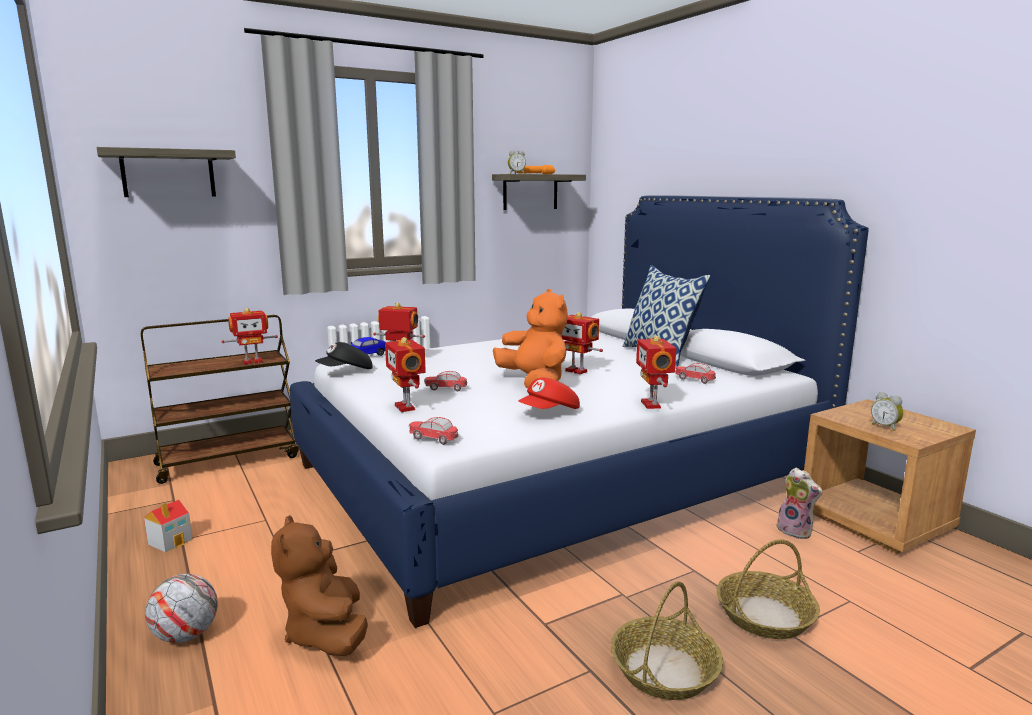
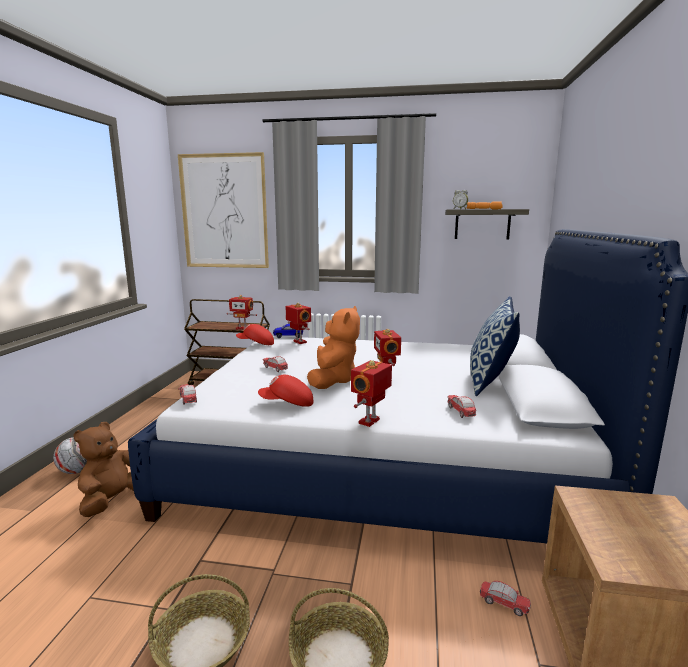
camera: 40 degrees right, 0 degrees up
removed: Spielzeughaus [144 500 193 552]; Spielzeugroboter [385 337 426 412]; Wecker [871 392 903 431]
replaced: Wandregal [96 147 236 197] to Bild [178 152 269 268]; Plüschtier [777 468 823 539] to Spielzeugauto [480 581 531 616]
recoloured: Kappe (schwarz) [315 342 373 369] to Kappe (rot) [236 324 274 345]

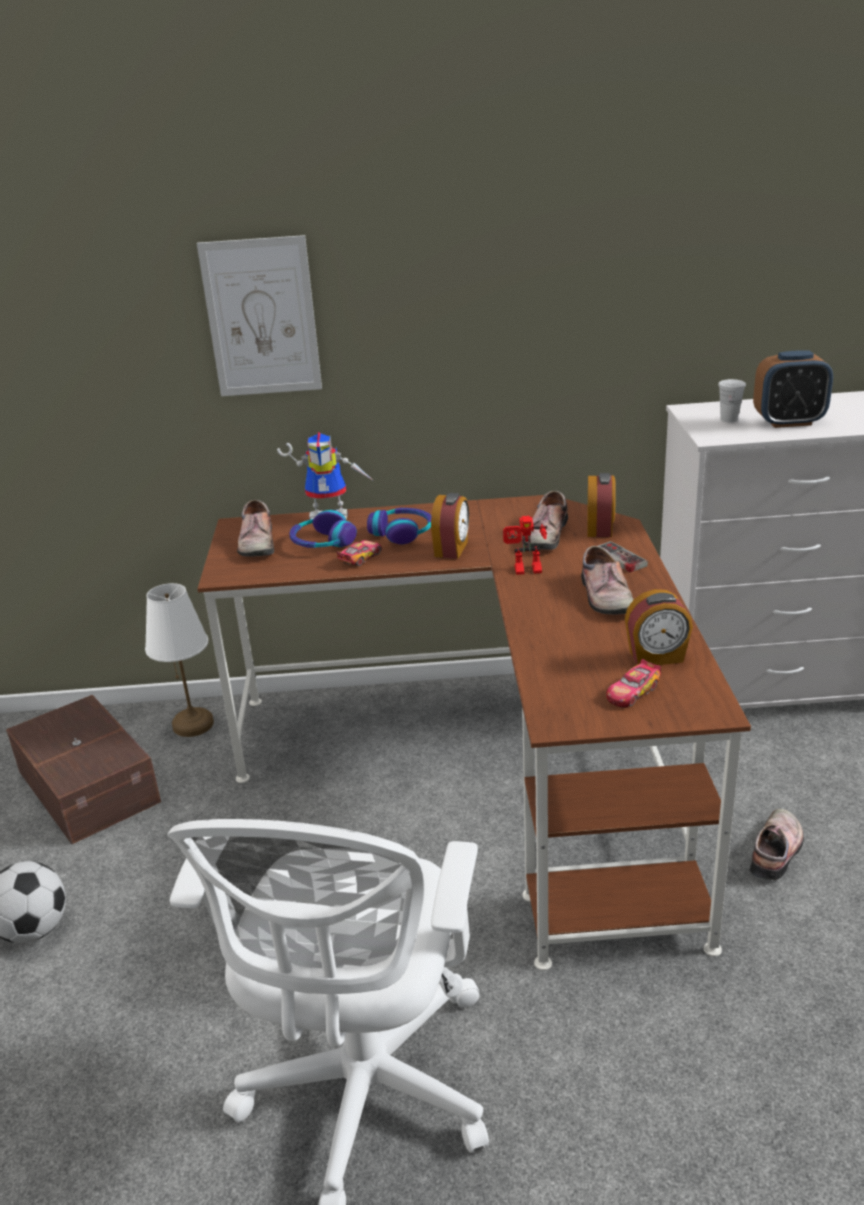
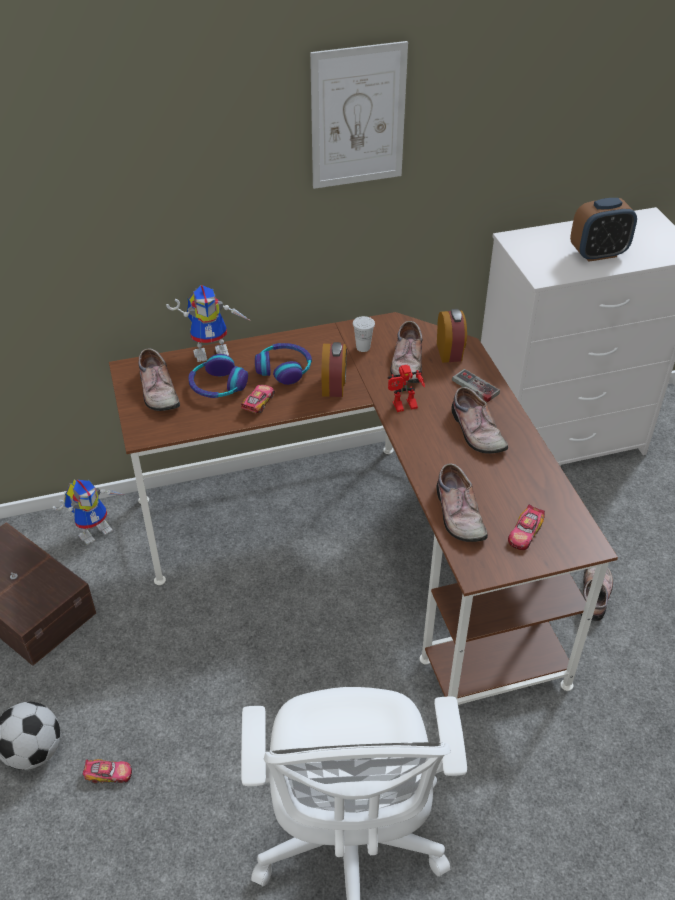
camera: 15 degrees left, 15 degrees up
removed: Wecker [625 589 693 665]
added: Spielzeugauto [82 759 132 783]; Schuh [437 464 488 542]
moved: Bild [197 235 322 396] to [310 41 408 189]; Tasse (weiß) [718 379 746 422] to [353 316 375 352]
replaced: Tischlampe (weiß) [145 583 214 737] to Spielzeugroboter [52 480 124 545]

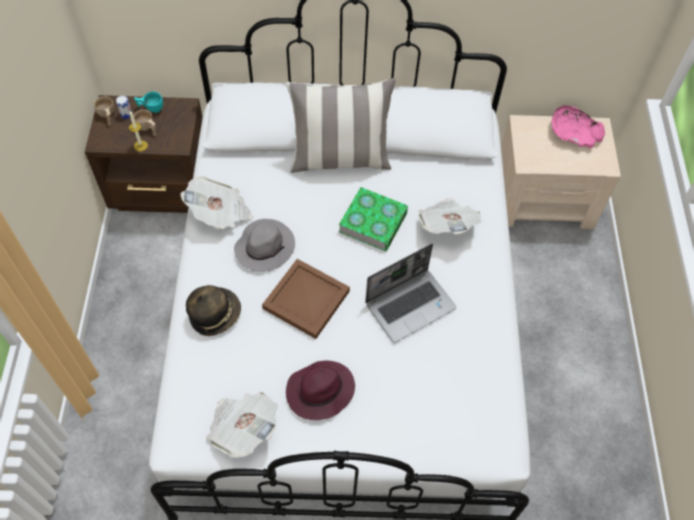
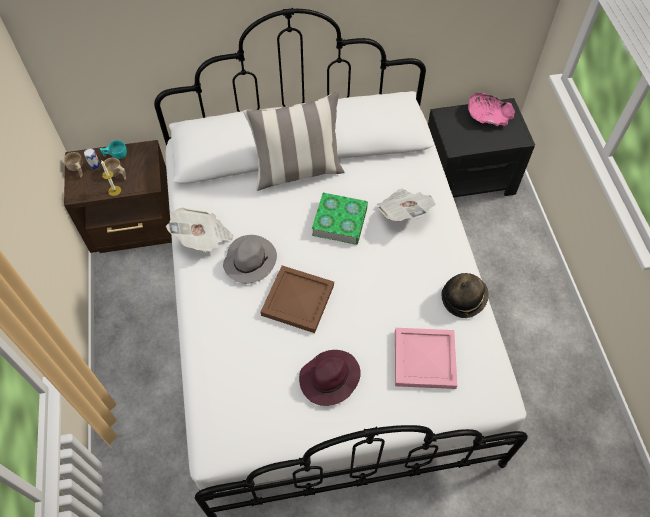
camera: 10 degrees left, 0 degrees up
removed: Zeitung [206 393 278 458]; Laptop [365 244 456 343]
added: Tablett (rosa) [395 328 457 389]
moved: Hut [186 285 241 336] to [442 273 489 318]
recoloured: Nachttisch (beige) [501 115 621 229] to Nachttisch (schwarz) [428 98 535 198]

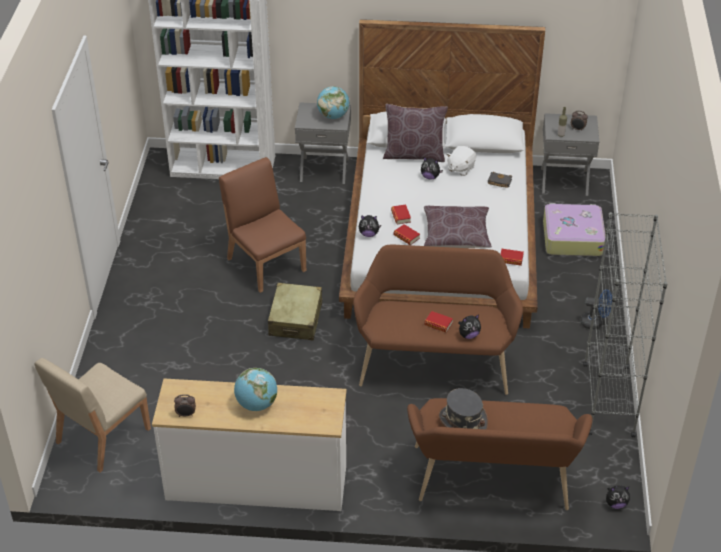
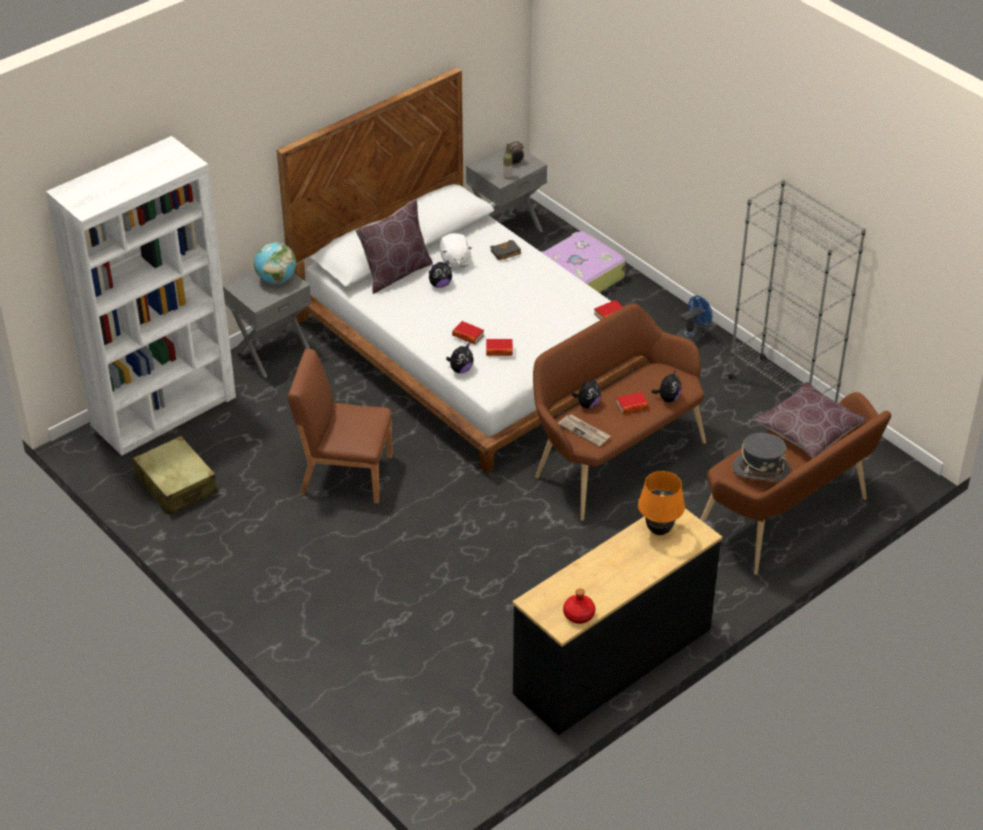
camera: 45 degrees left, 0 degrees up
removed: Stuhl (beige) [35 358 151 472]; Globus [234 368 277 411]
added: Zeitung [558 414 611 447]; Tischlampe (orange) [638 471 685 535]
moved: Koffer (beige) [268 283 322 341] to [133 436 217 515]; Kissen (braun) [424 206 492 248] to [754 382 866 459]; Plüschtier [606 485 630 509] to [572 377 601 408]
replaced: Wecker [174 394 196 417] to Flasche (rot) [563 589 595 624]
recoloured: Kommode (weiß) [152 379 346 511] to Kommode (schwarz) [512 508 722 735]

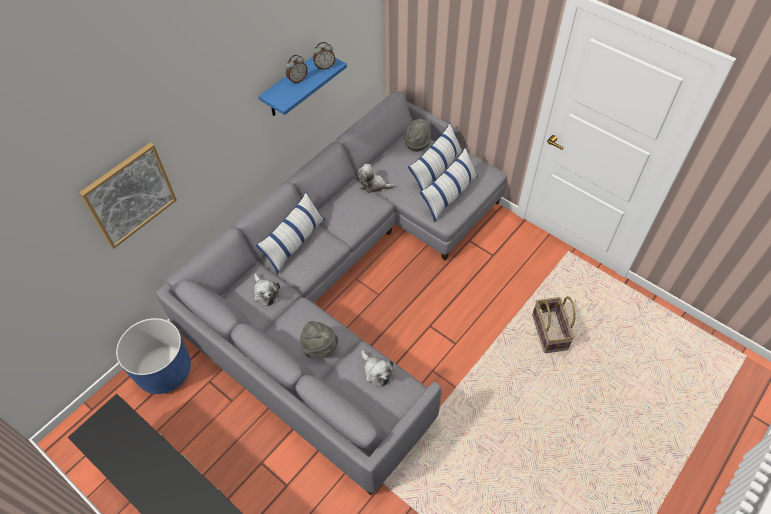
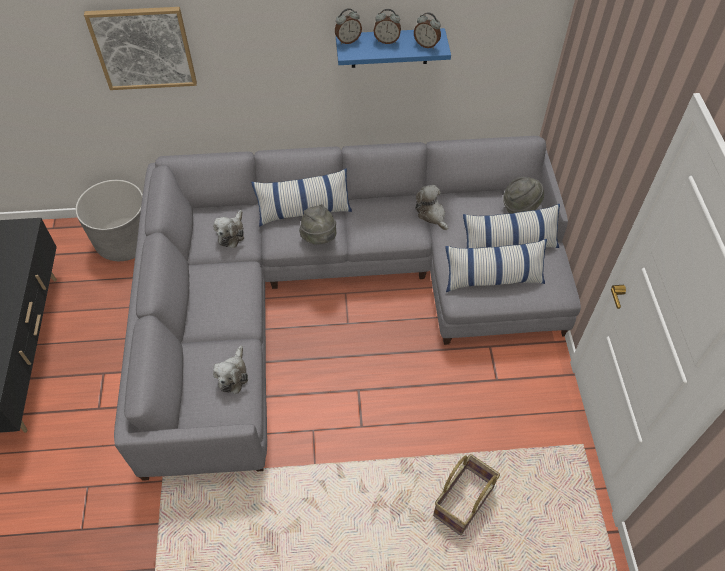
camera: 45 degrees right, 0 degrees up
added: Wecker [335 8 362 44]
moved: Hut (grau) [300 321 338 358] to [299 204 336 245]
recoloured: Pflanzkübel (blau) [116 318 191 394] to Pflanzkübel (grau) [75 180 143 261]

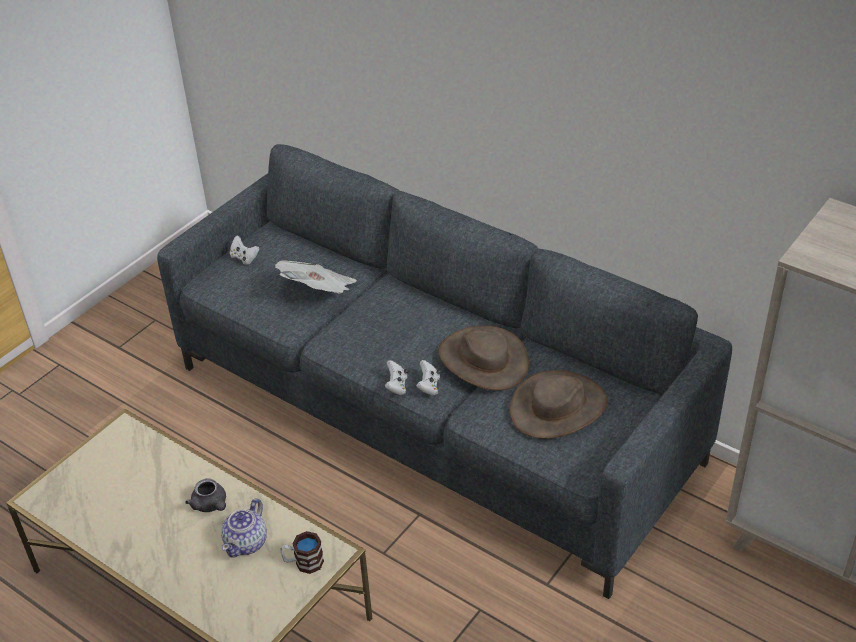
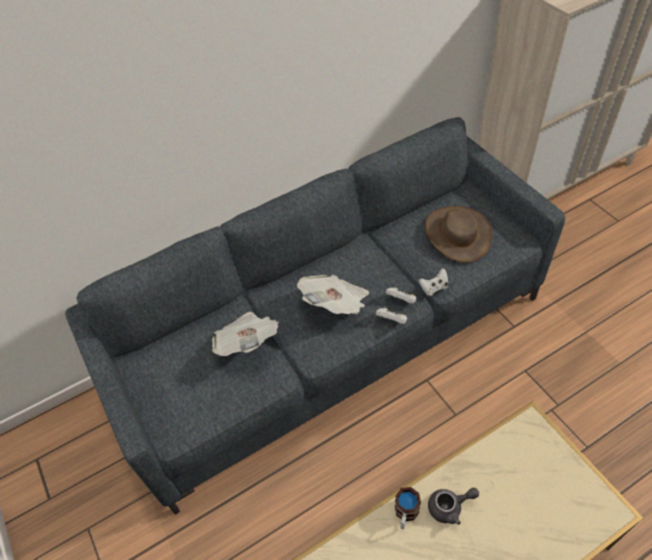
camera: 65 degrees left, 10 degrees up
removed: Teekanne [221 498 267 558]; Hut (braun) [438 325 529 390]
added: Zeitung [297 275 369 314]
moved: Gamepad (weiß) [230 235 260 265] to [419 268 448 296]; Henkelbecher [280 531 324 574] to [395 487 421 529]

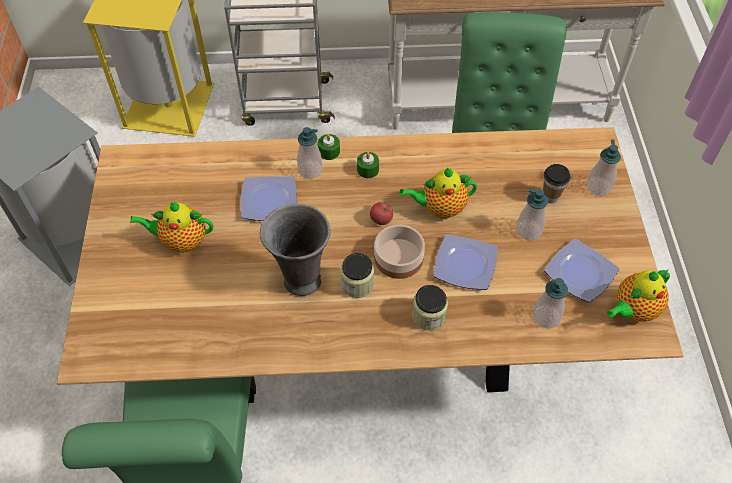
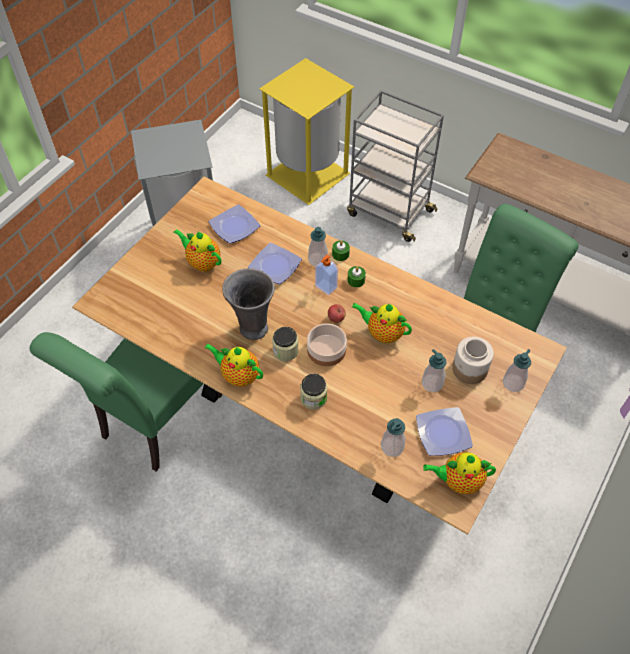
camera: 35 degrees right, 0 degrees up
added: Teekanne [204 343 263 386]; Seifenspender [315 255 338 295]
moved: Teller [434 234 498 290] to [209 204 261 244]
replaced: Tasse [543 164 570 204] to Vorratsglas [452 337 494 384]

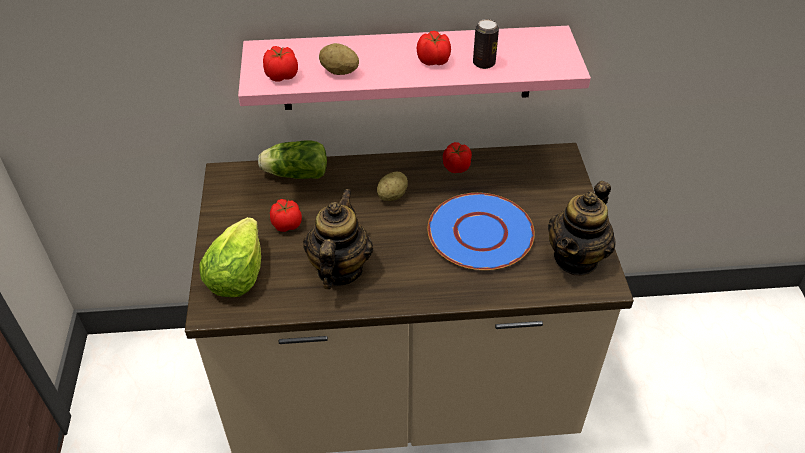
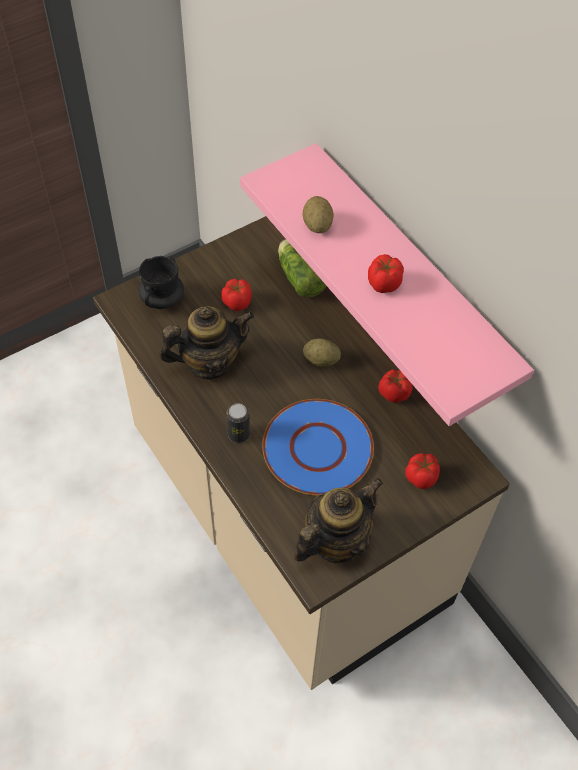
camera: 60 degrees right, 10 degrees up
moved: Tomate [263 46 298 81] to [405 453 440 489]; Dose [473 19 499 69] to [227 403 250 443]
replaced: Salatkopf [199 217 261 297] to Henkelbecher (schwarz) [139 256 184 309]
turned: Teekanne [548 181 616 276] = [294 478 383 563] 135 degrees clockwise

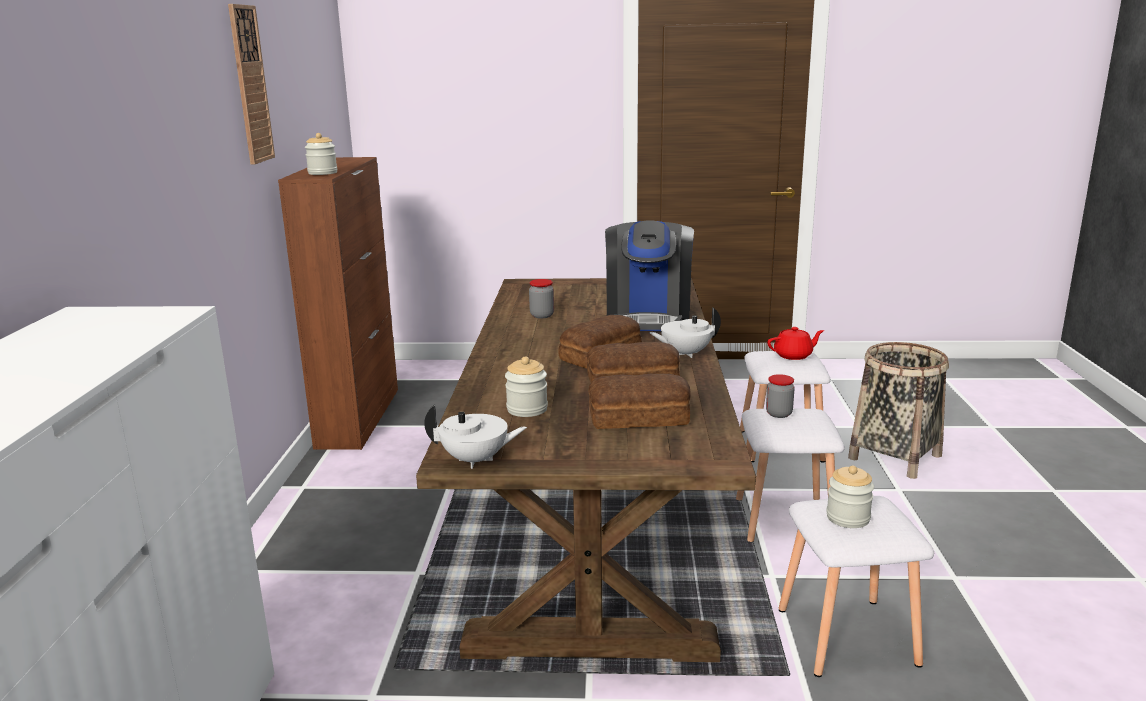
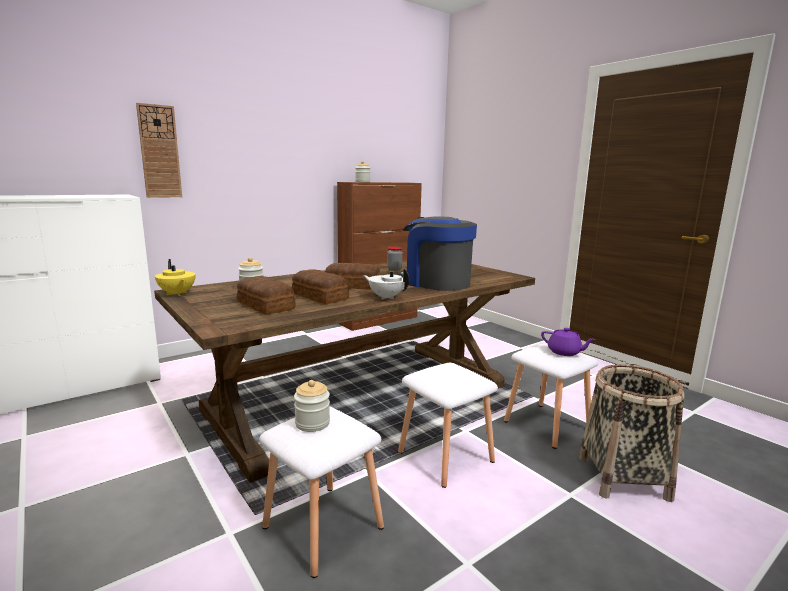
camera: 50 degrees right, 5 degrees down
removed: Vorratsglas [766 374 795 418]
moved: Wanduhr [228 4 275 165] to [136 103 182 198]
recoloured: Teekanne (weiß) [424 405 527 469] to Teekanne (gelb) [155 259 196 296]; Teekanne (rot) [767 327 824 360] to Teekanne (lila) [541 328 596 356]
turned: Kaffeemaschine [605 220 694 331] = [397 216 477 291] 75 degrees clockwise

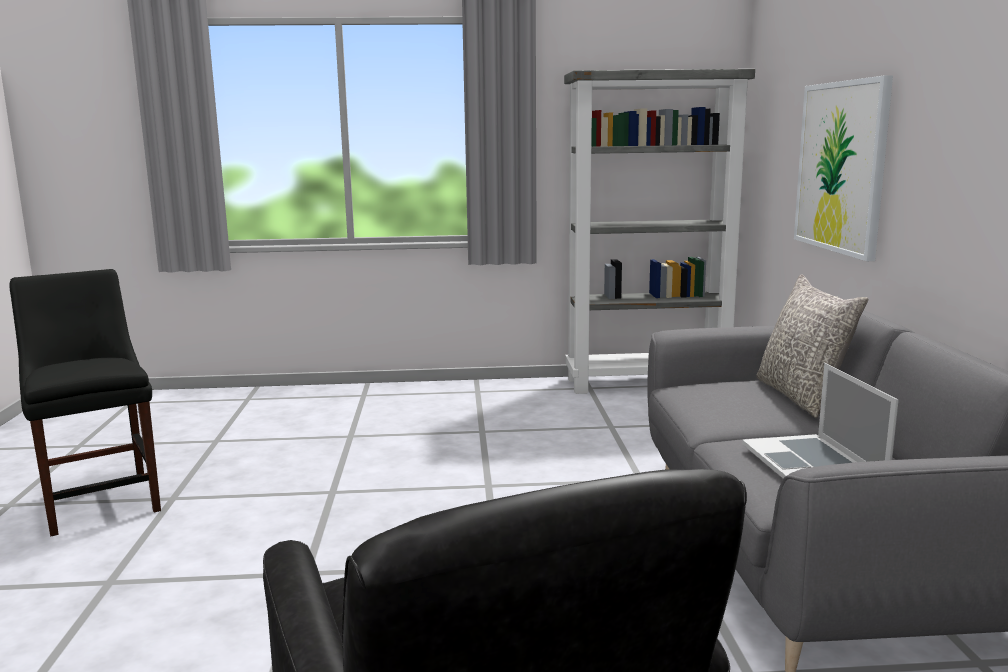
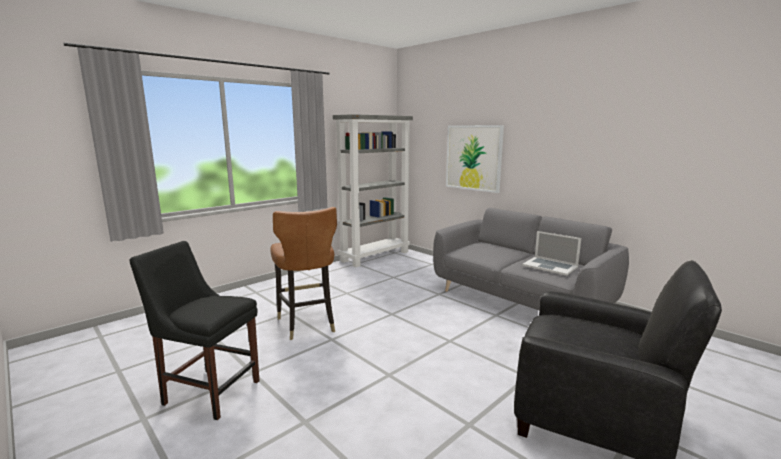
camera: 40 degrees left, 0 degrees up
removed: Kissen (grau) [757 274 868 418]
added: Stuhl (braun) [270 207 337 340]

